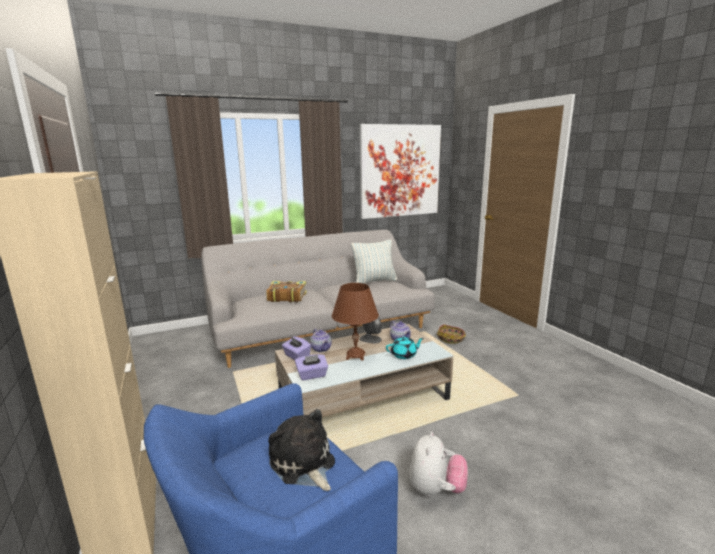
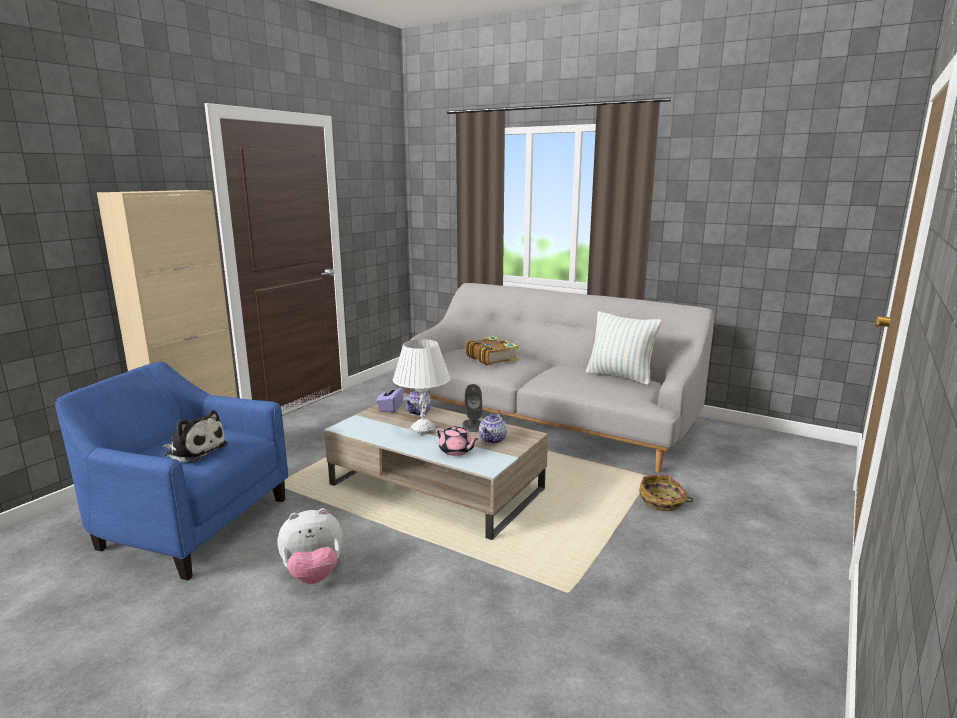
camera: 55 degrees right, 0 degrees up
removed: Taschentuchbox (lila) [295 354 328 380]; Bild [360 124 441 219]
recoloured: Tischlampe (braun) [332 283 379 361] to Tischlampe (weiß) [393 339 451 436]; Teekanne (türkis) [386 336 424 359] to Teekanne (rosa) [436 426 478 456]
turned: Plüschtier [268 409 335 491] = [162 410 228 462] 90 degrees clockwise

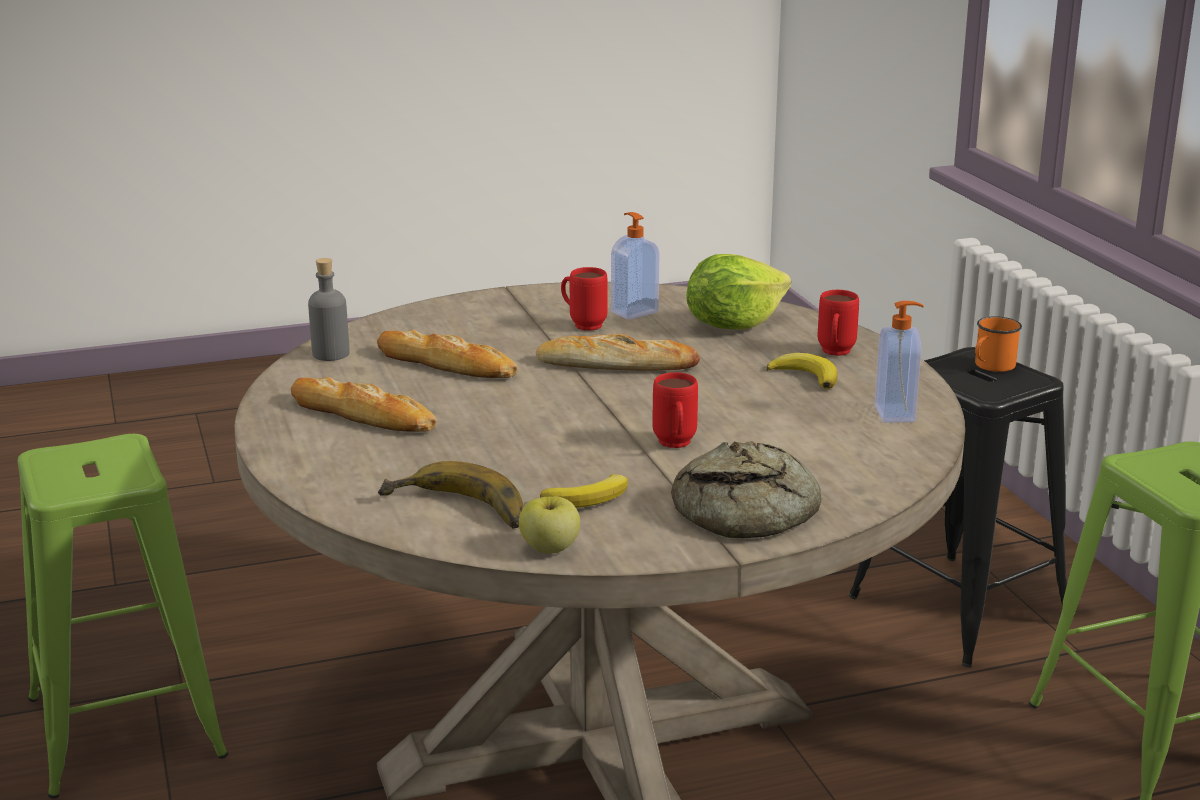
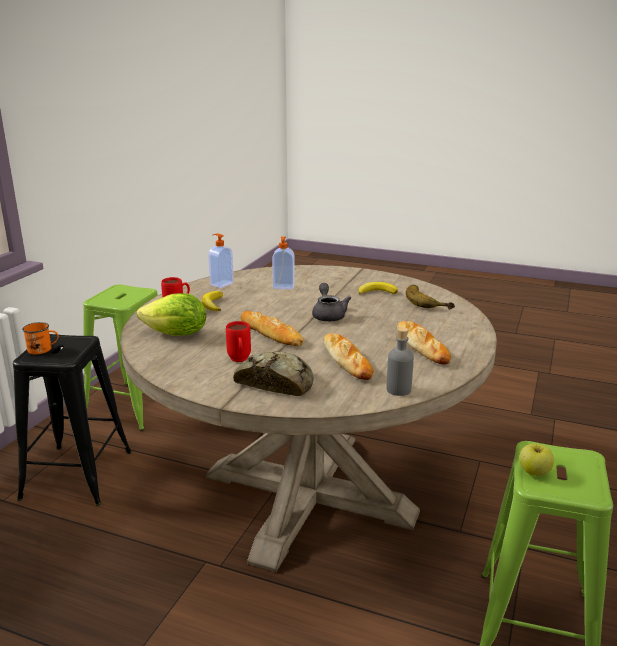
camera: 140 degrees left, 0 degrees up
removed: Henkelbecher (rot) [652 372 698 448]
added: Teekanne (grau) [312 283 352 322]
moved: Apfel [519 496 580 554] to [519 444 554 476]; Seifenspender [611 212 659 320] to [272 237 295 290]; Brot [671 441 821 538] to [233 351 314 396]

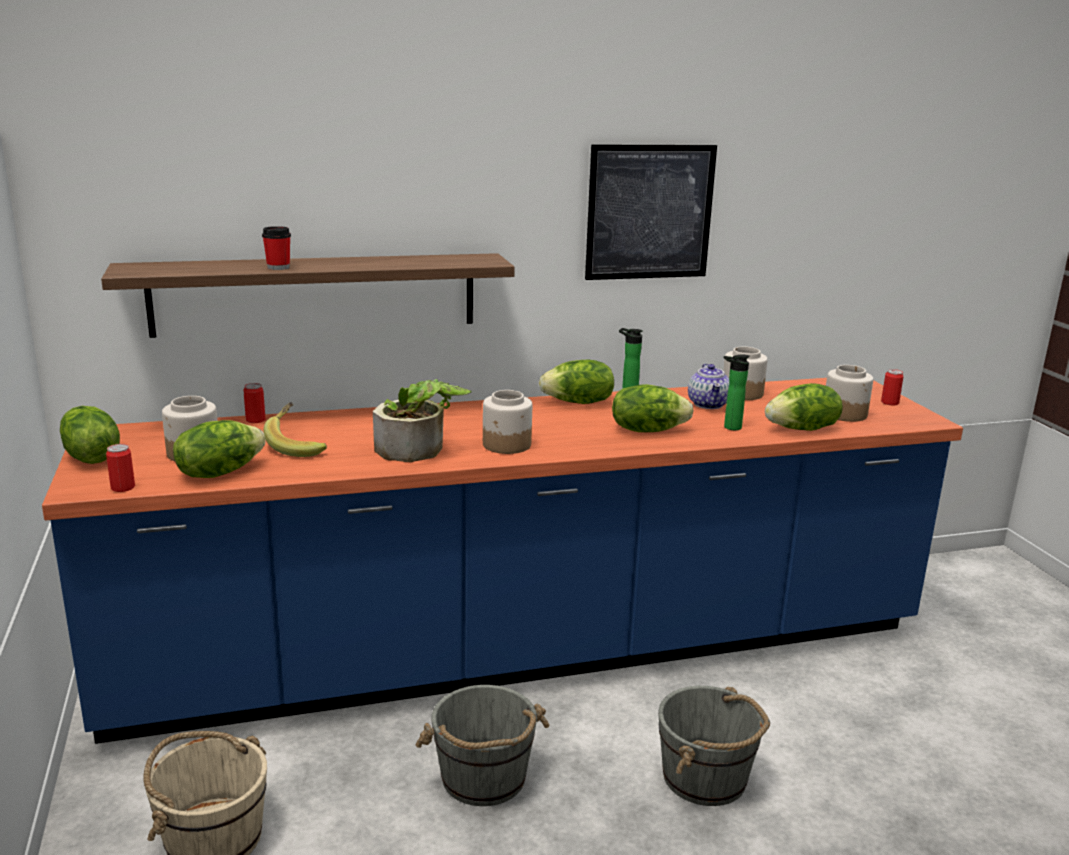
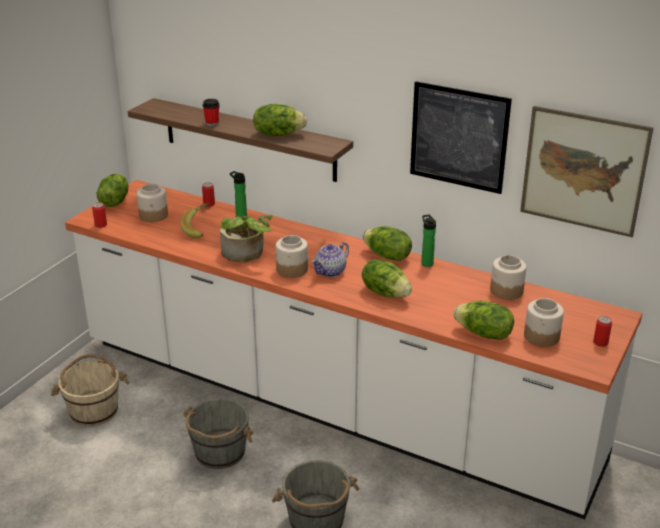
camera: 45 degrees right, 10 degrees up
added: Bild [520 106 653 237]
moved: Salatkopf [173 420 266 478] to [253 104 307 136]; Teekanne [688 364 729 409] to [311 242 349 277]; Flasche [724 354 750 430] to [230 171 247 217]
recoloured: Küchenzeile (blau) [42 378 963 744] to Küchenzeile (weiß) [65 180 642 519]

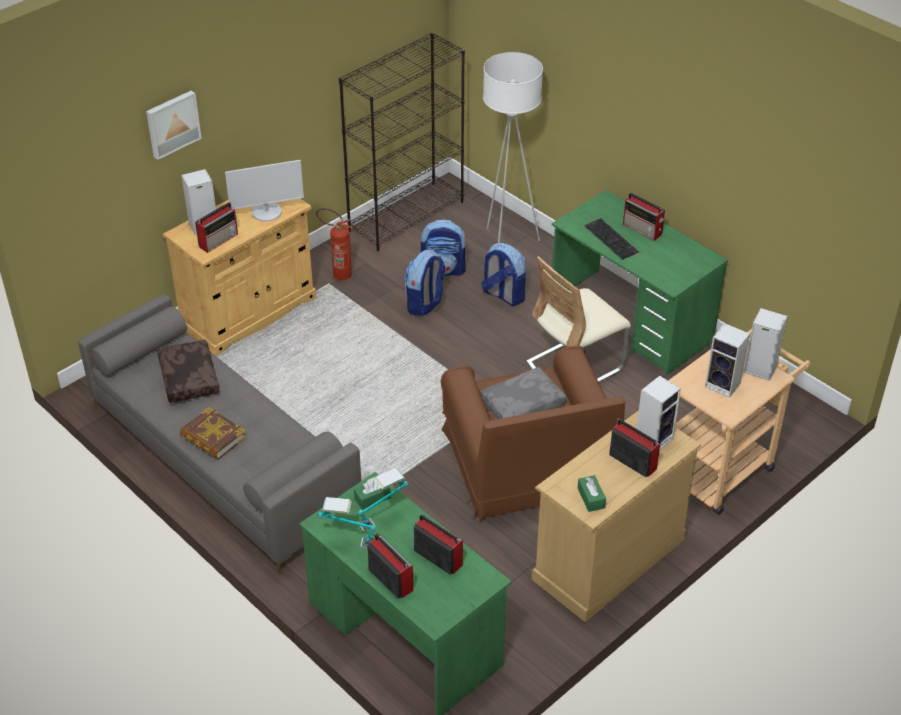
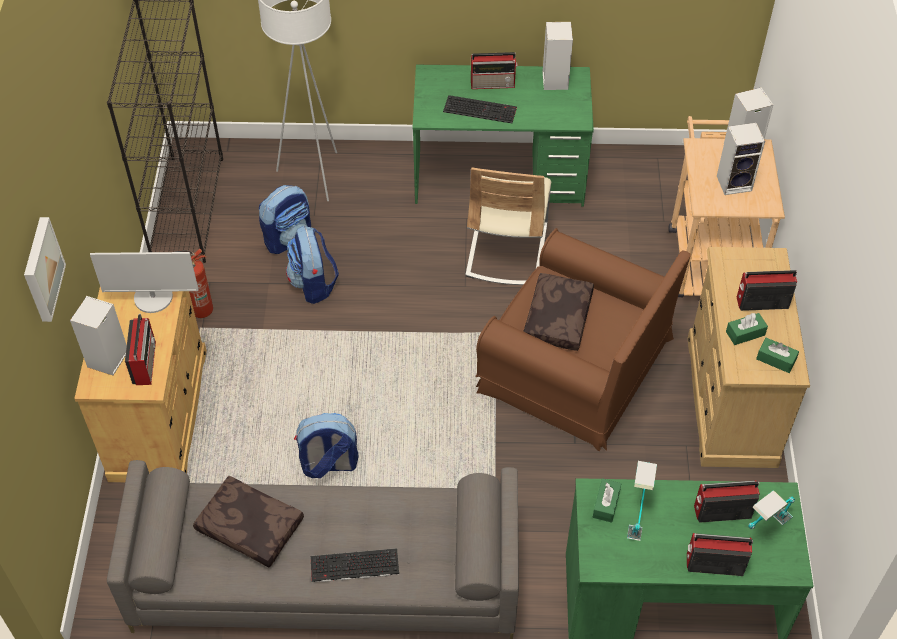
camera: 45 degrees left, 10 degrees up
added: Taschentuchbox (grün) [726 313 768 345]
moved: Tischlampe [317 497 376 548] to [748 490 795 529]; Rucksack [481 243 526 306] to [294 413 359 478]; Lautsprecher [636 376 681 449] to [542 22 573 90]
replaced: Buch [180 407 246 460] to Tastatur [311 548 399 582]
recoloured: Kissen (grau) [480 367 567 419] to Kissen (braun) [523 273 594 351]
turned: Monitor [225 160 304 222] = [90 252 199 313] 60 degrees clockwise

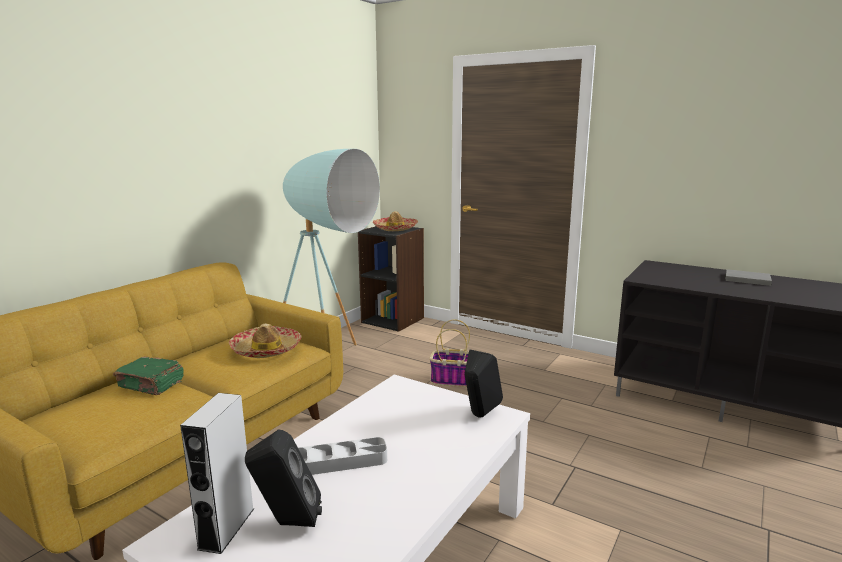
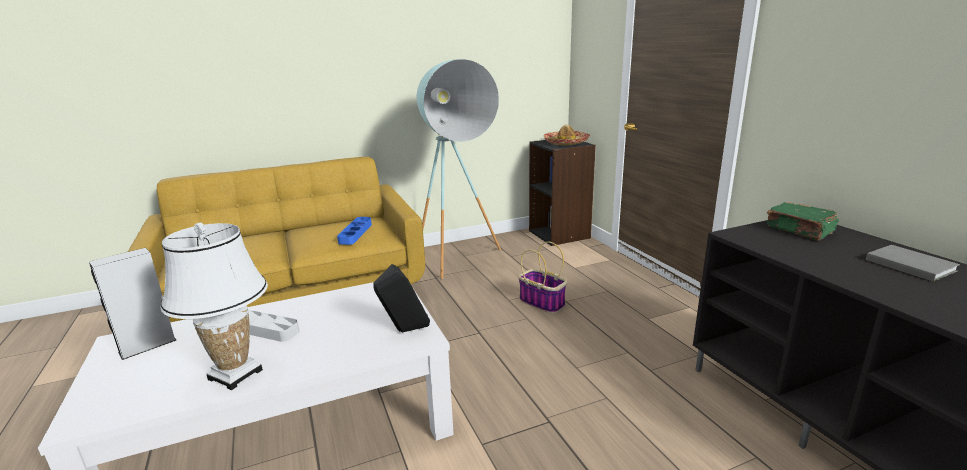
camera: 35 degrees right, 5 degrees up
removed: Lautsprecher (schwarz) [245 429 322 527]
added: Tischlampe (weiß) [160 223 268 390]
moved: Buch (grün) [113 356 184 395] to [767 202 839 241]
replaced: Hut [229 324 301 358] to Tablett (blau) [337 217 372 245]

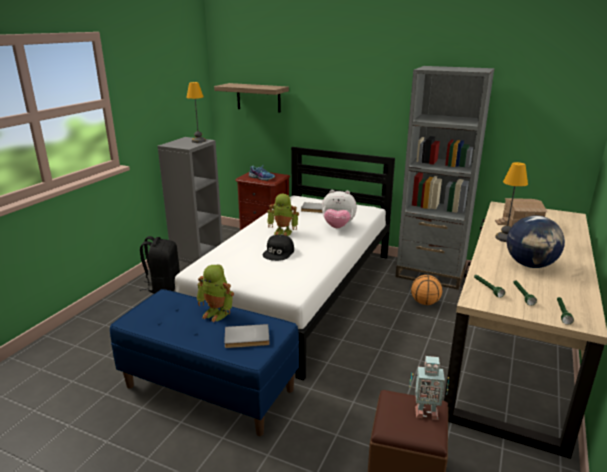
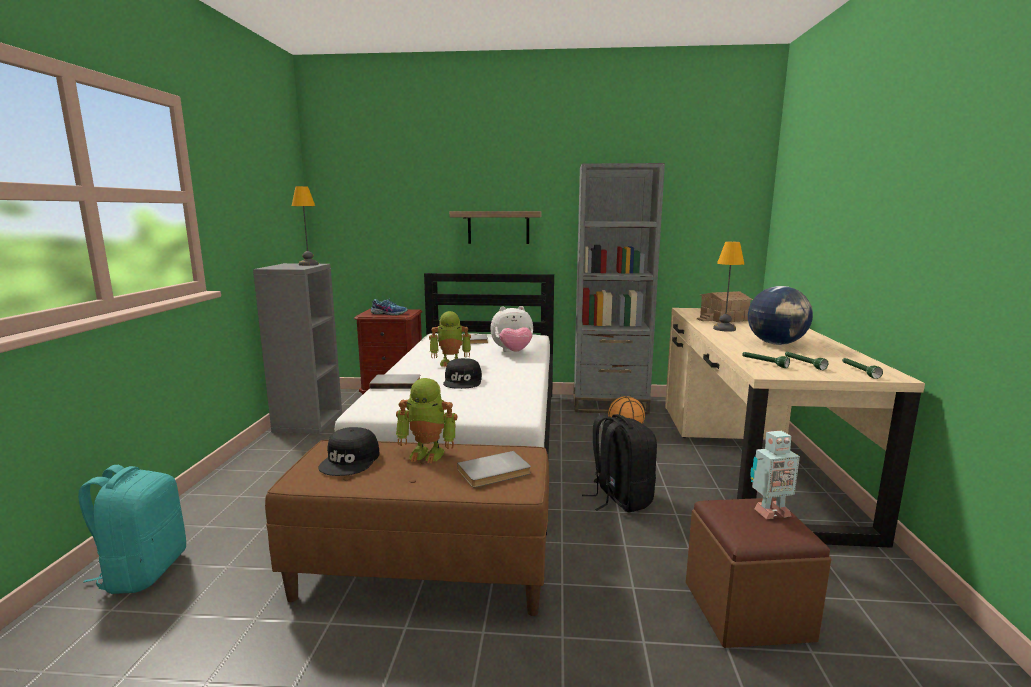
camera: 20 degrees left, 10 degrees down
added: Rucksack (türkis) [78 465 186 594]; Kappe (schwarz) [318 427 379 476]; Buch (grau) [369 374 420 389]
moved: Rucksack (schwarz) [139 236 180 294] to [582 414 657 513]; Wandregal [214 83 289 113] to [449 211 541 244]
recoloured: Bank (blau) [110 289 299 436] to Bank (braun) [265 440 549 616]

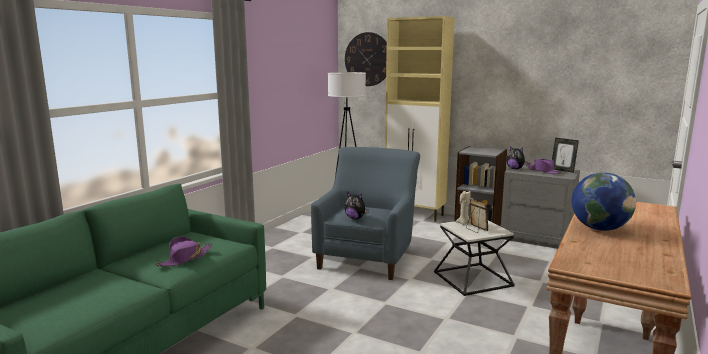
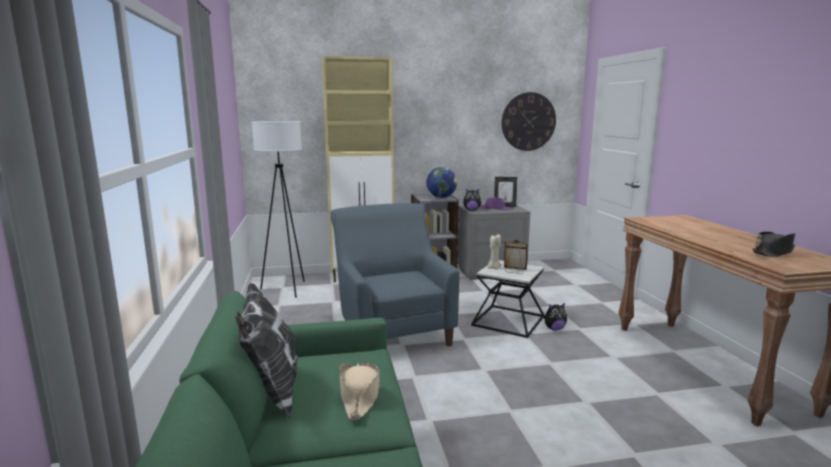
camera: 40 degrees left, 0 degrees up
added: Kissen [236 283 297 419]; Hut (schwarz) [752 231 795 257]
moved: Wanduhr [345 32 387 86] to [501 92 556 151]; Plüschtier [345 193 369 219] to [543 303 567 331]; Globus [572 172 636 231] to [426 167 457 198]
recoloured: Hut (lila) [155 236 212 266] to Hut (beige) [339 362 380 420]

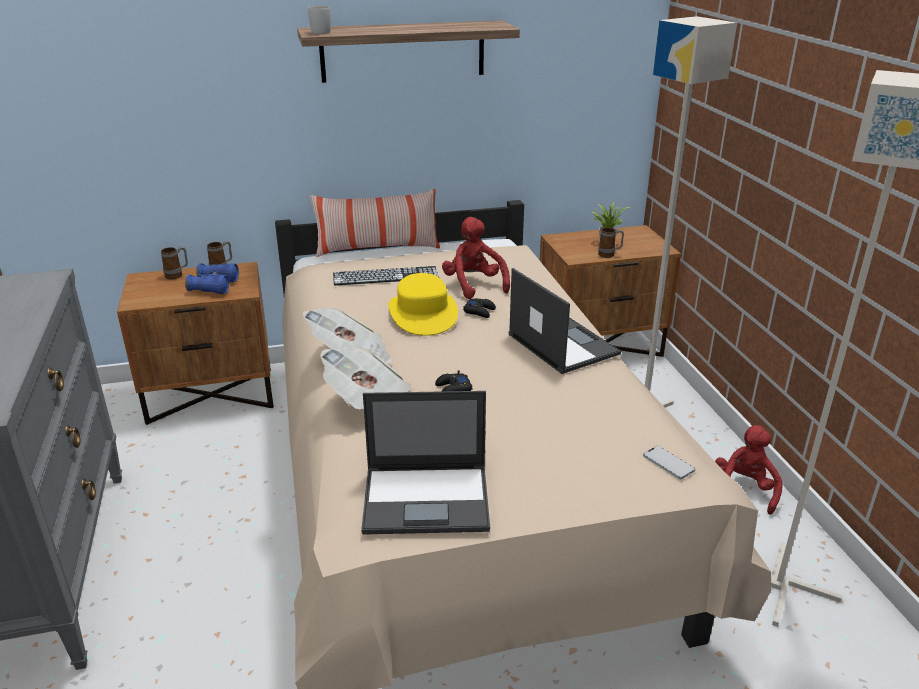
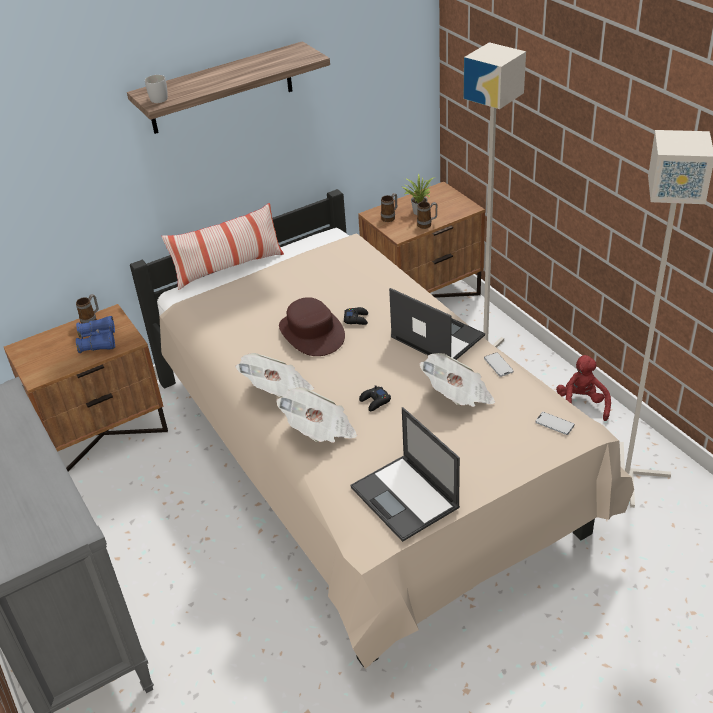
camera: 15 degrees left, 10 degrees up
removed: Tastatur [333 266 439 286]; Plüschtier (rot) [442 217 510 299]
added: Zeitung [420 353 496 407]; Handy [484 353 514 377]
moved: Henkelbecher [161 246 188 279] to [381 193 397 222]
recoloured: Hut (gelb) [389 273 458 336] to Hut (braun) [279 297 345 356]
turned: Laptop [361 391 490 535] = [350 407 460 542] 75 degrees clockwise

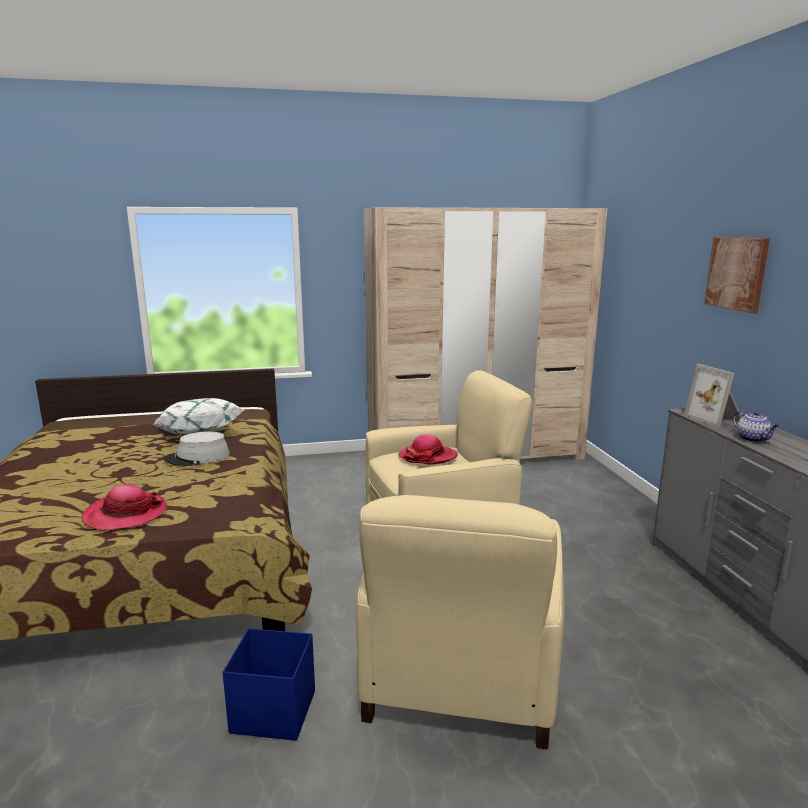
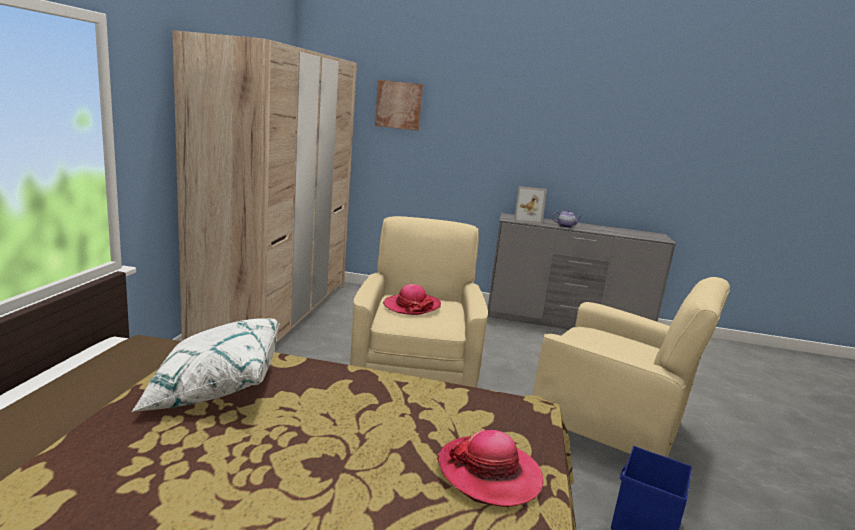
camera: 70 degrees left, 0 degrees up
removed: Hut (grau) [164 432 230 466]
moved: Bild [704 237 770 313] to [375 80 423 131]

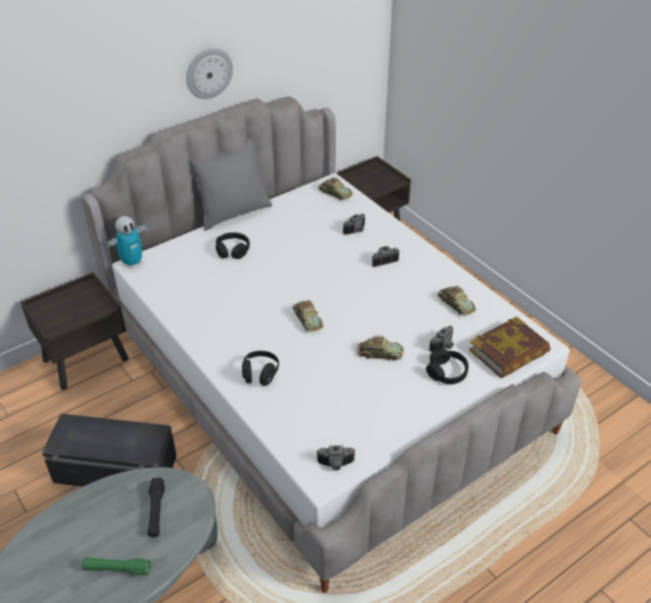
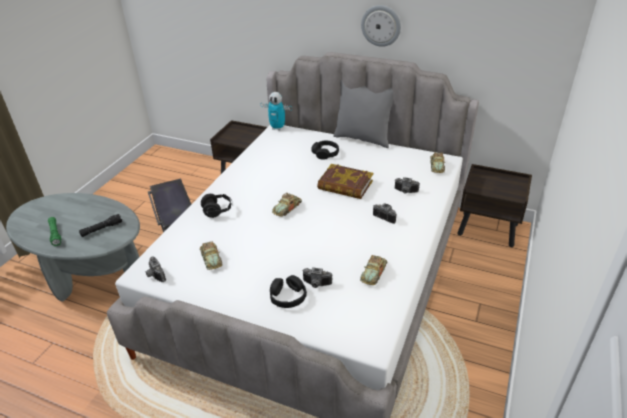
camera: 60 degrees right, 5 degrees down
moved: Spielzeugauto [357 335 404 361] to [200 241 223 270]; Buch [469 316 550 378] to [317 164 373 199]

